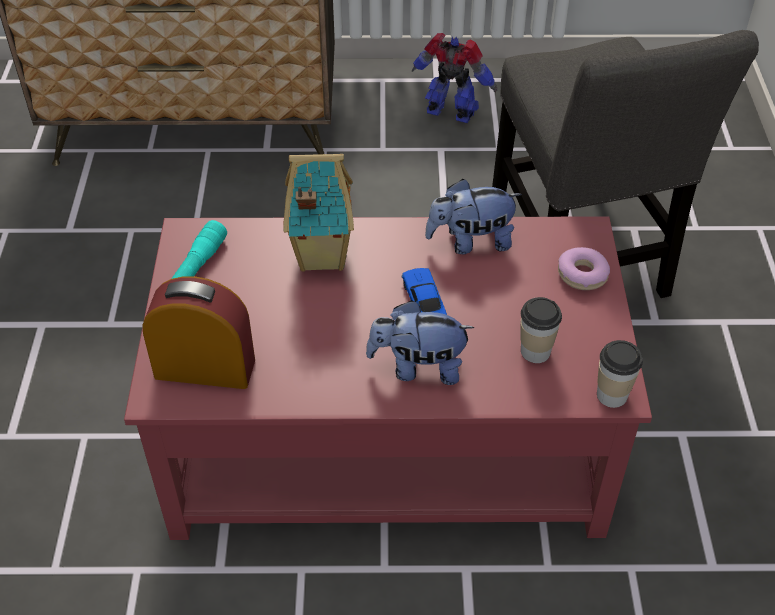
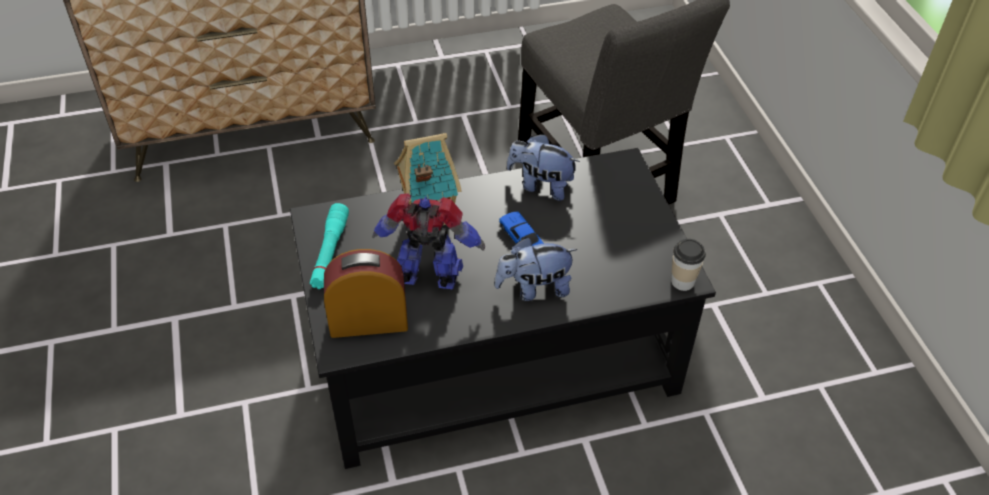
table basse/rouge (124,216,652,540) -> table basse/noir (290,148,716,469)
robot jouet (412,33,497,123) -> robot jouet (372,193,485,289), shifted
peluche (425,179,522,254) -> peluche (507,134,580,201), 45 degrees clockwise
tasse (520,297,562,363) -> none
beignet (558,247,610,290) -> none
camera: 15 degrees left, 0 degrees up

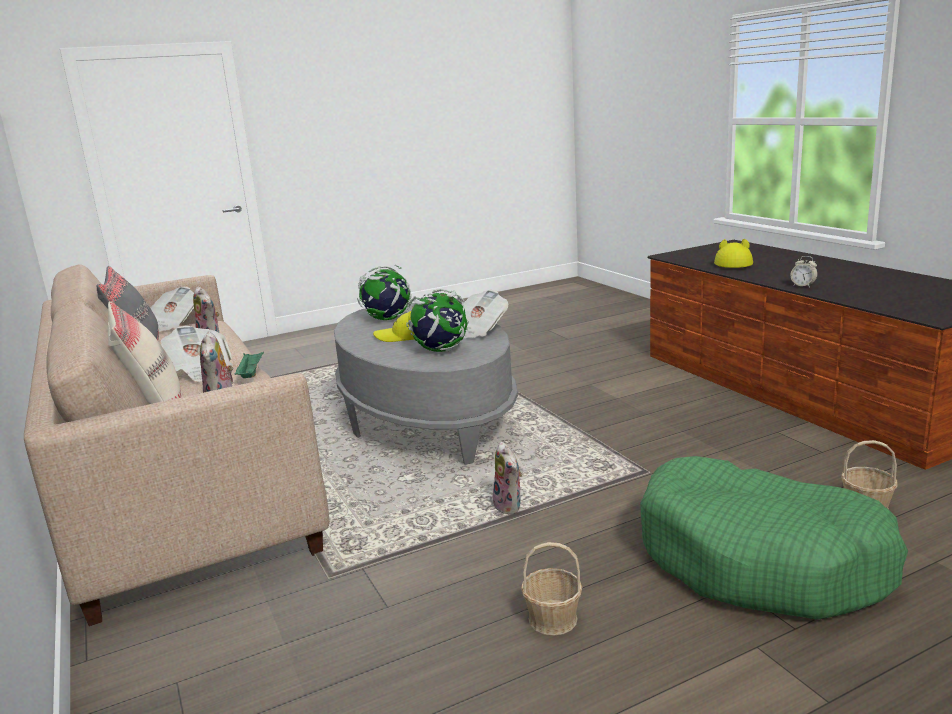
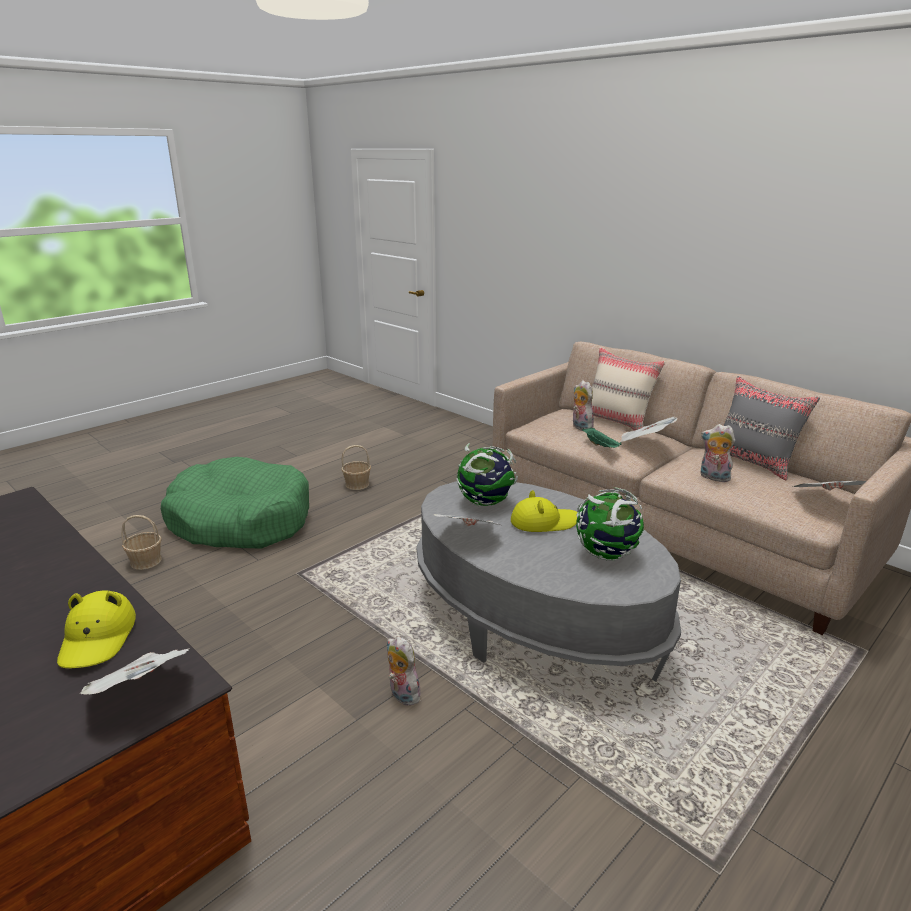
none -> journal (80,648,190,695)
peluche (493,442,522,514) -> peluche (387,636,421,706), shifted
réveil (791,256,818,288) -> none
camera: 160 degrees right, 5 degrees up

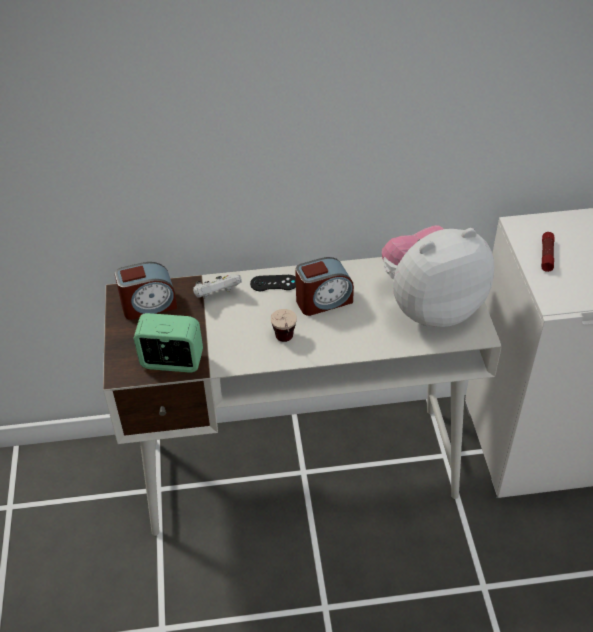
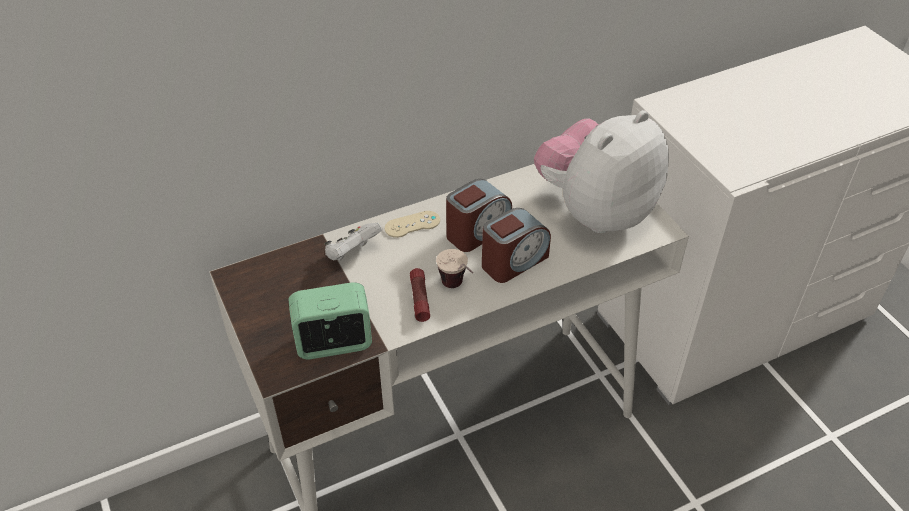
manette/noir (250,275,296,291) -> manette/beige (385,211,440,238)
lampe de poche (542,232,554,272) -> lampe de poche (410,268,430,322), shifted
réveil (115,262,178,320) -> réveil (482,208,551,283), shifted
camera: 20 degrees left, 0 degrees up

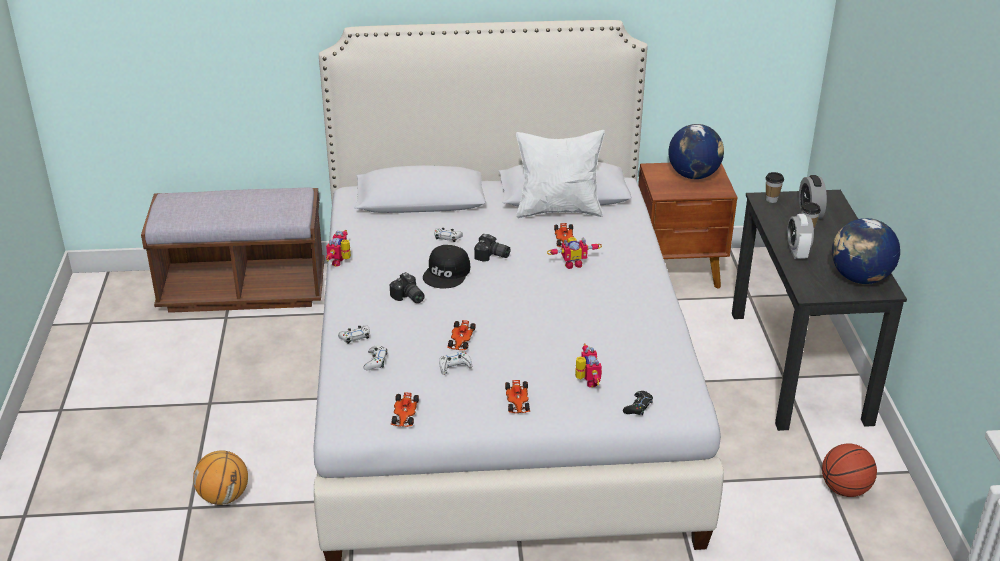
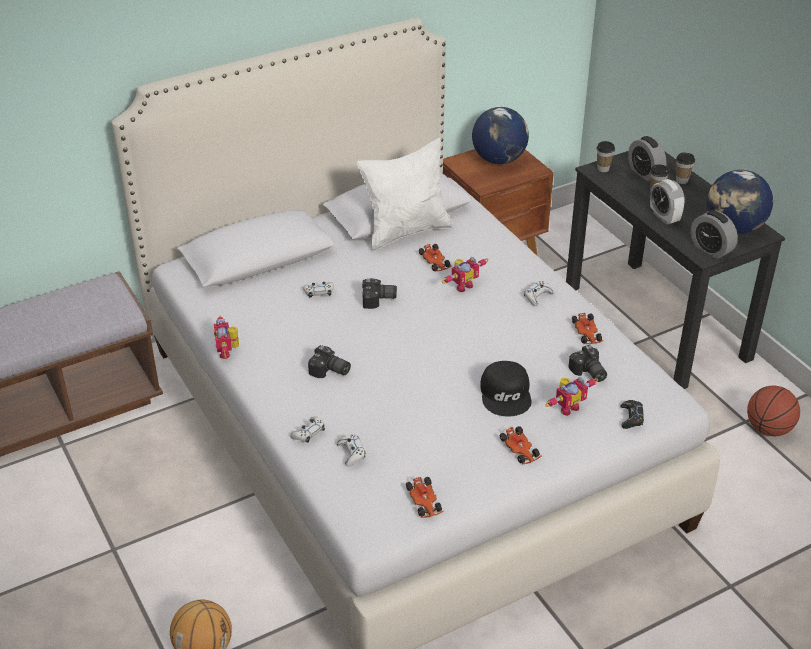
casquette/noir (423,245,470,288) -> casquette/noir (480,361,532,417), shifted
manette/blanc (439,352,472,375) -> manette/blanc (524,281,553,306), shifted
robot jouet (575,343,602,388) -> robot jouet (545,377,598,416), 90 degrees clockwise
none -> appareil photo (568,345,607,382)
petite voiture (447,320,476,350) -> petite voiture (572,313,603,344), shifted
none -> tasse (676,152,695,184)
none -> réveil (691,210,738,259)
camera: 25 degrees left, 5 degrees up

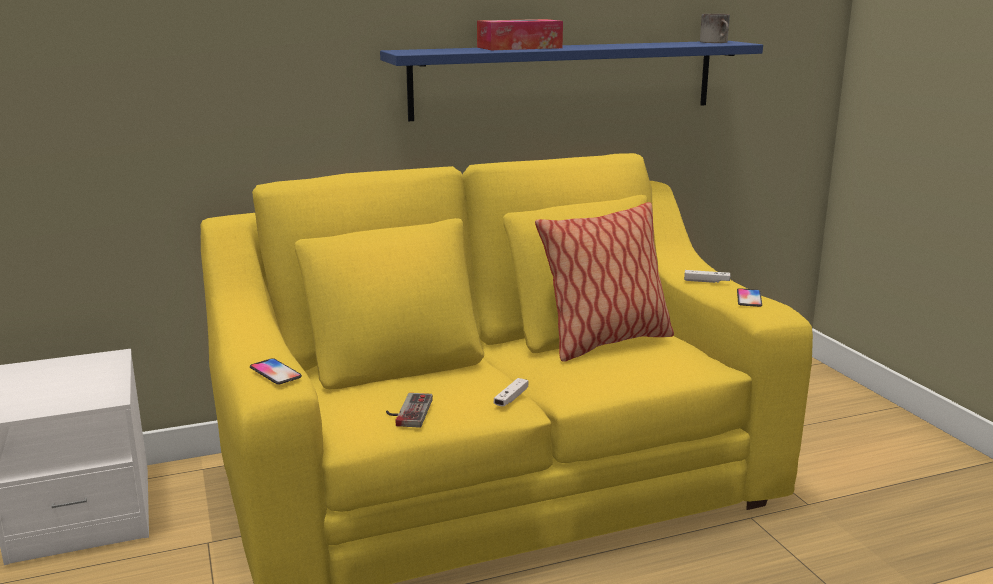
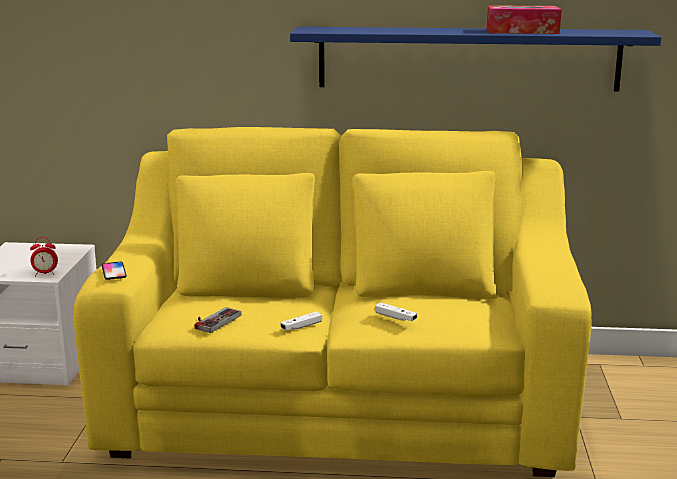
none -> réveil (30,237,58,277)
manette/blanc (684,270,730,283) -> manette/blanc (375,302,417,321), shifted
boîte à mouchoirs (477,19,563,50) -> boîte à mouchoirs (486,5,562,34), shifted
coussin (535,202,674,362) -> none
mug (700,14,730,43) -> none
téléphone (737,288,762,307) -> none
camera: 25 degrees right, 0 degrees up

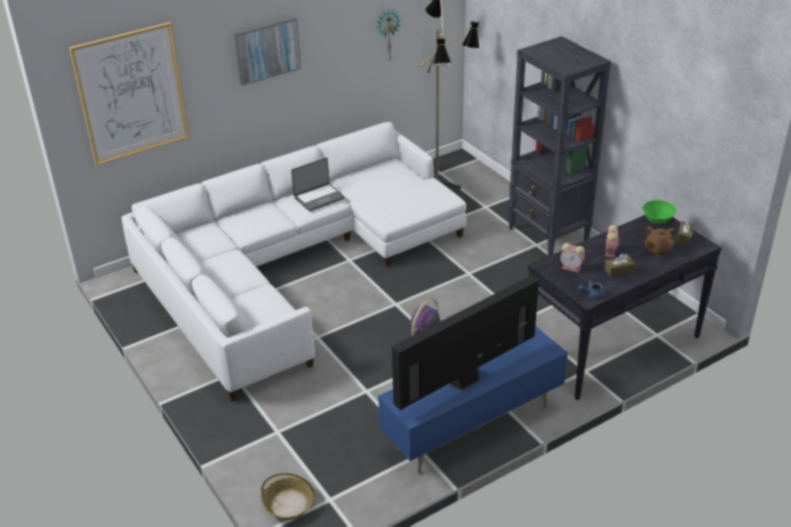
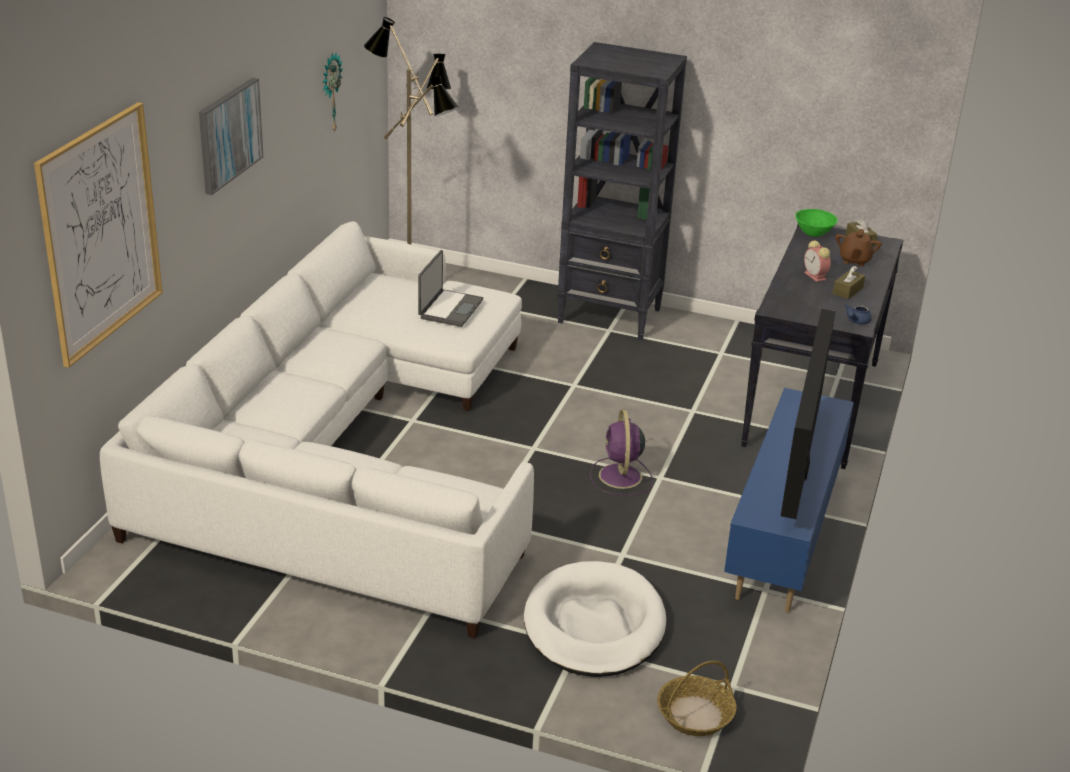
ordinateur portable (291,157,345,211) -> ordinateur portable (418,250,483,327), shifted
none -> panier pour chien/blanc (524,561,666,677)
réveil (560,243,585,273) -> none
camera: 40 degrees left, 5 degrees down

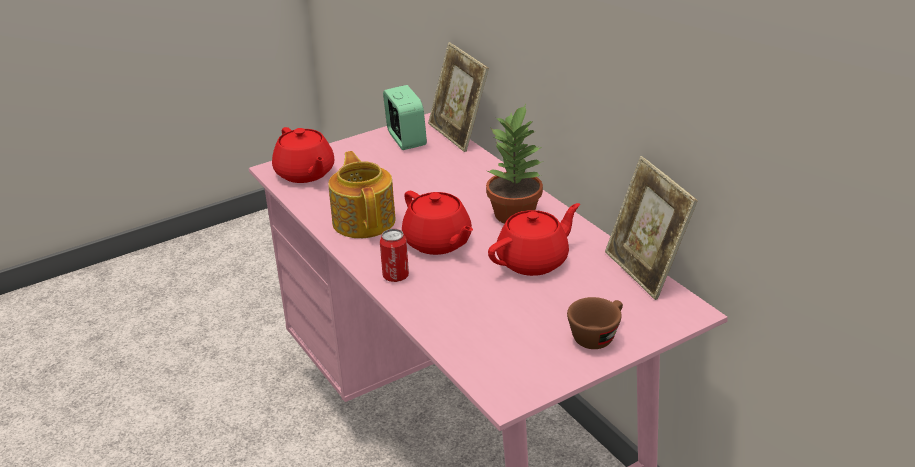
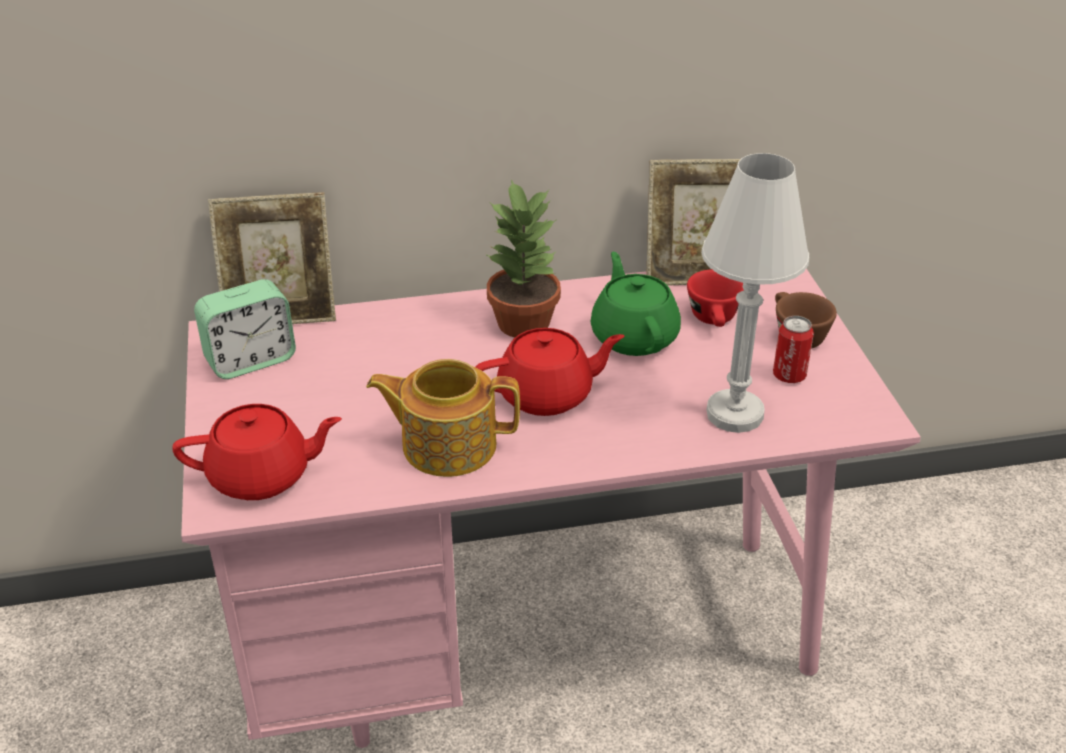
réveil (383,85,427,150) -> réveil (194,279,296,379), 150 degrees clockwise
théière/rouge (488,203,580,276) -> théière/vert (590,252,681,356)
none -> tasse/rouge (687,269,743,327)
none -> lampe de table/blanc (701,153,809,433)
boîte métallique (380,229,409,282) -> boîte métallique (773,316,814,383), shifted
camera: 70 degrees left, 5 degrees up

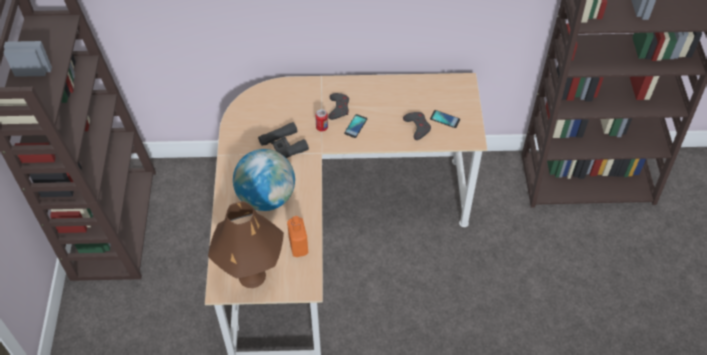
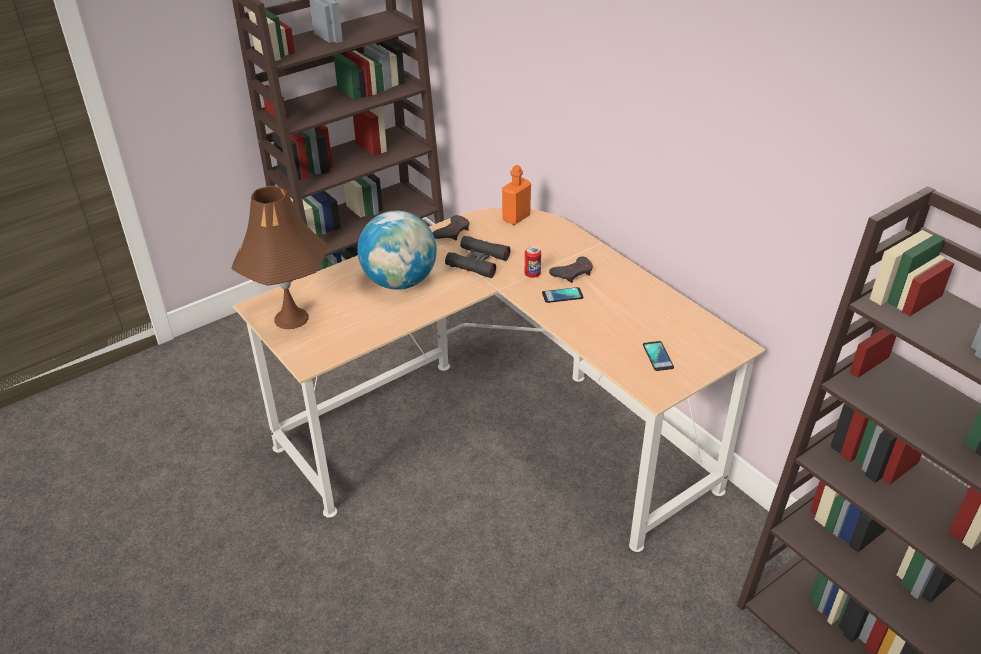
manette/gris (403,112,431,140) -> manette/gris (432,215,469,240), shifted
bouteille/orange (287,216,308,257) -> bouteille/orange (502,165,531,225), shifted
camera: 55 degrees right, 15 degrees down

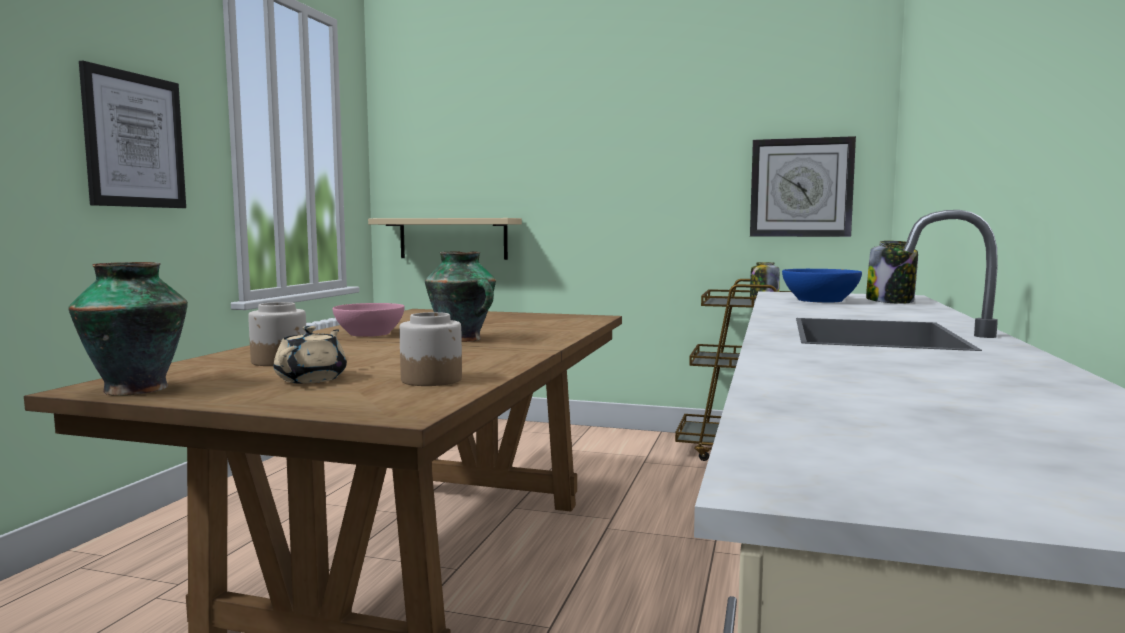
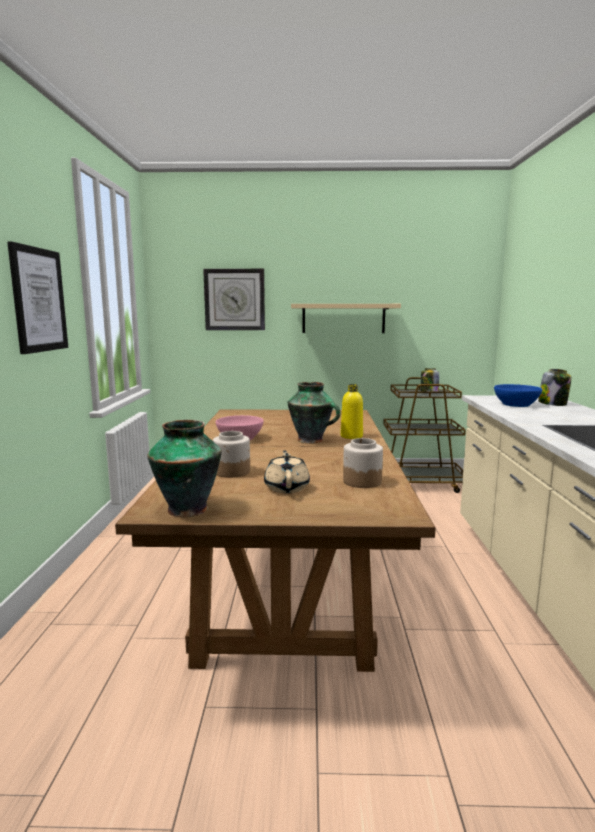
horloge murale (750,136,856,237) -> horloge murale (203,269,265,330), shifted
étagère/beige (368,218,522,260) -> étagère/beige (291,304,401,333), shifted
none -> bouteille/jaune (340,384,363,439)
camera: 15 degrees left, 5 degrees up

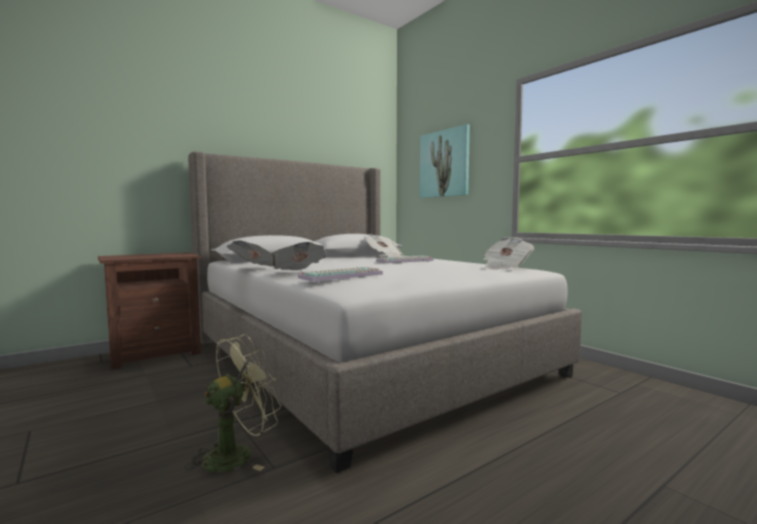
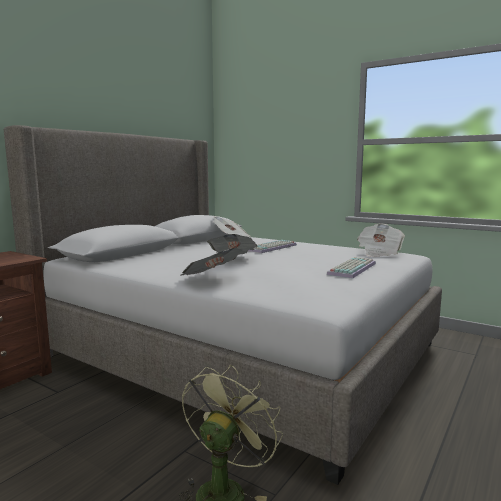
journal (227,241,275,267) -> journal (207,234,257,254), shifted
clavier (298,267,383,282) -> clavier (327,257,376,278), shifted
tableau (420,124,470,198) -> none
camera: 20 degrees left, 5 degrees up

